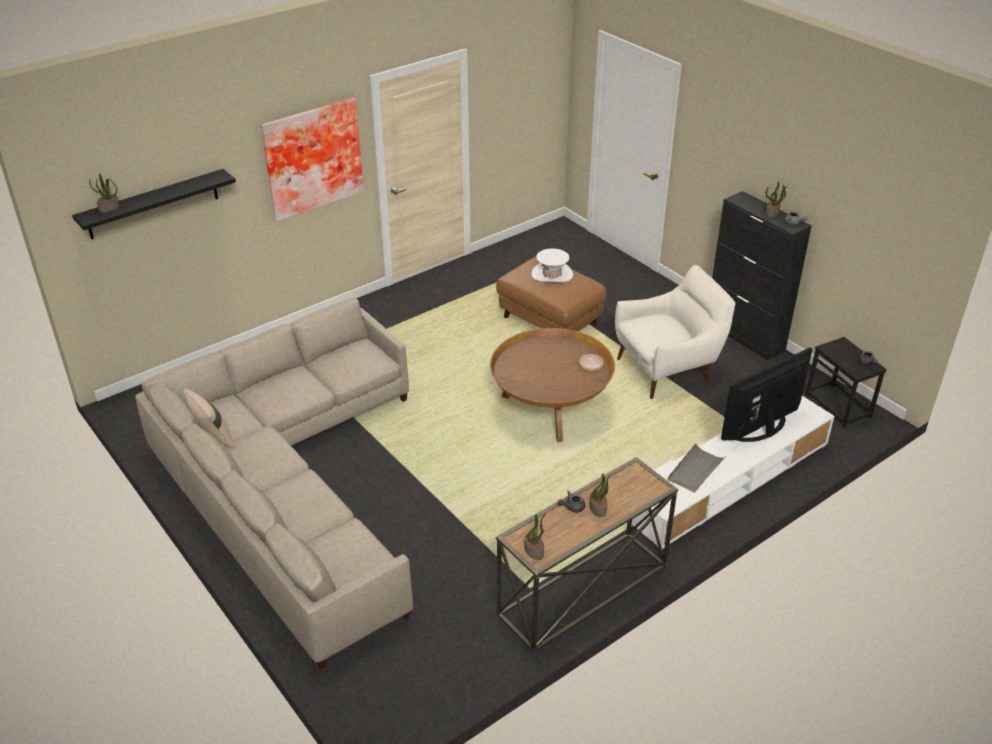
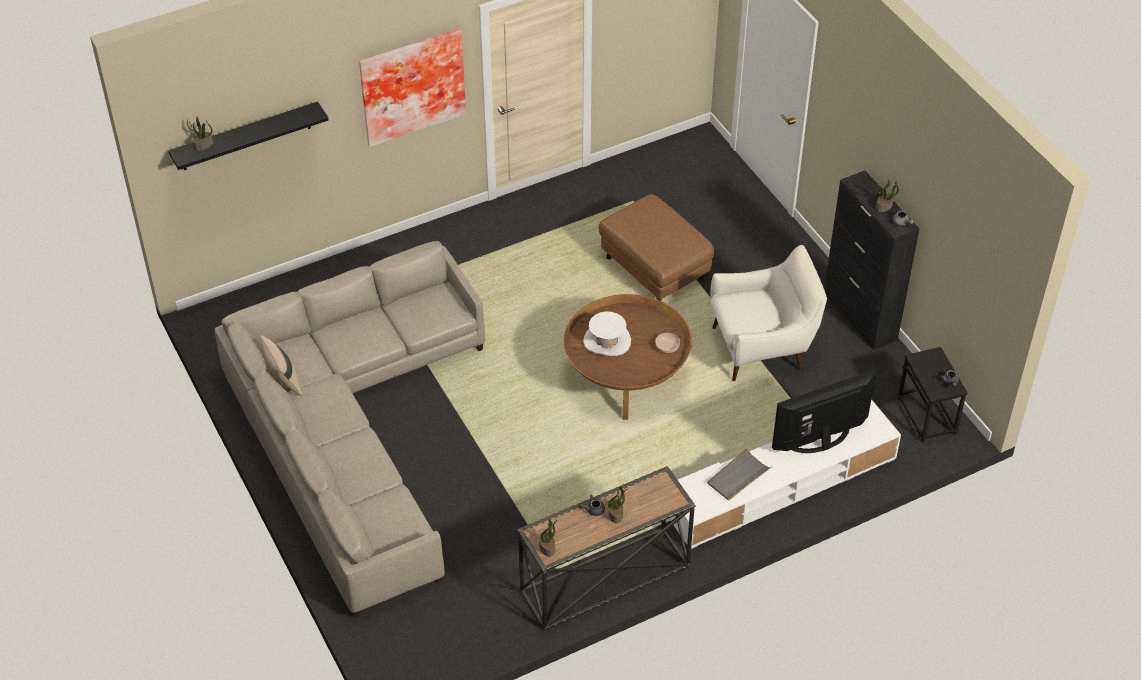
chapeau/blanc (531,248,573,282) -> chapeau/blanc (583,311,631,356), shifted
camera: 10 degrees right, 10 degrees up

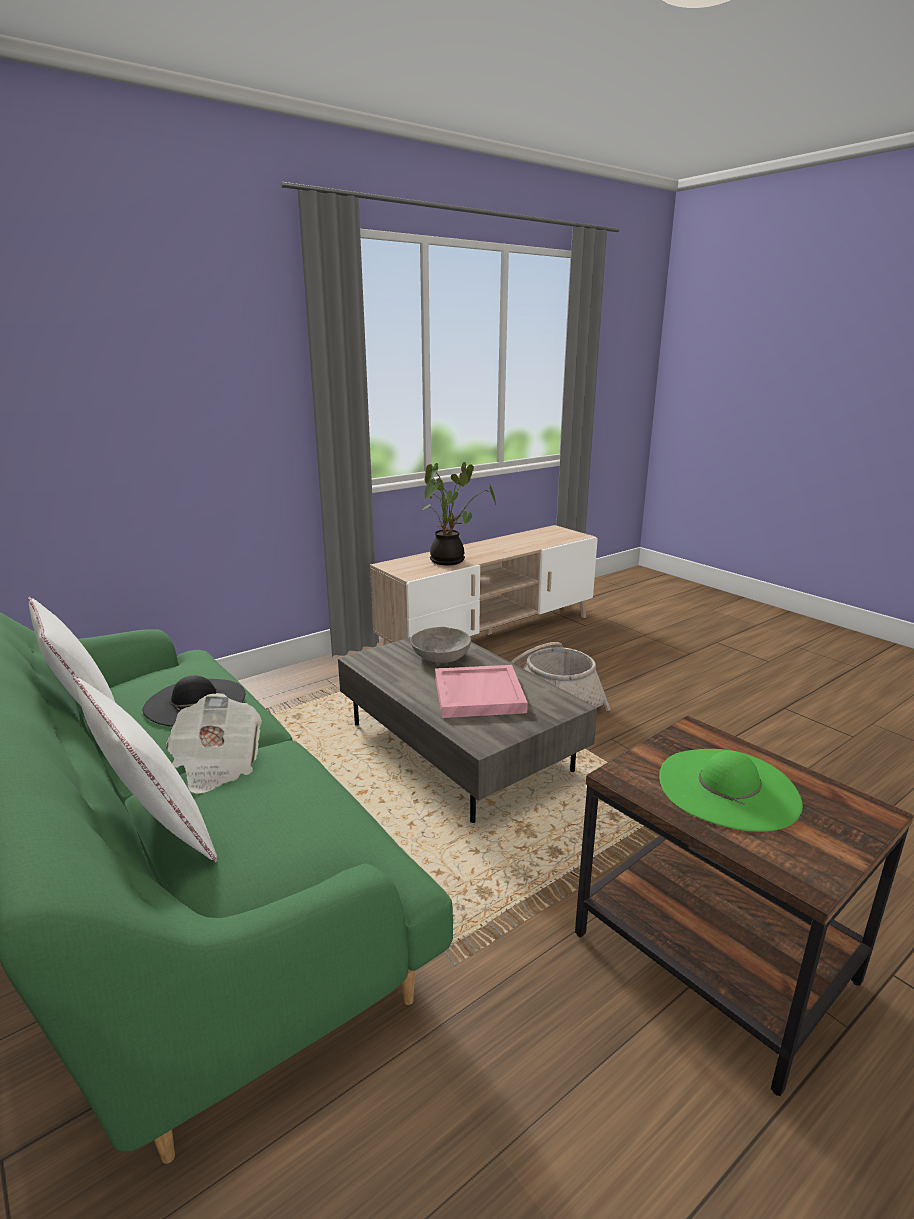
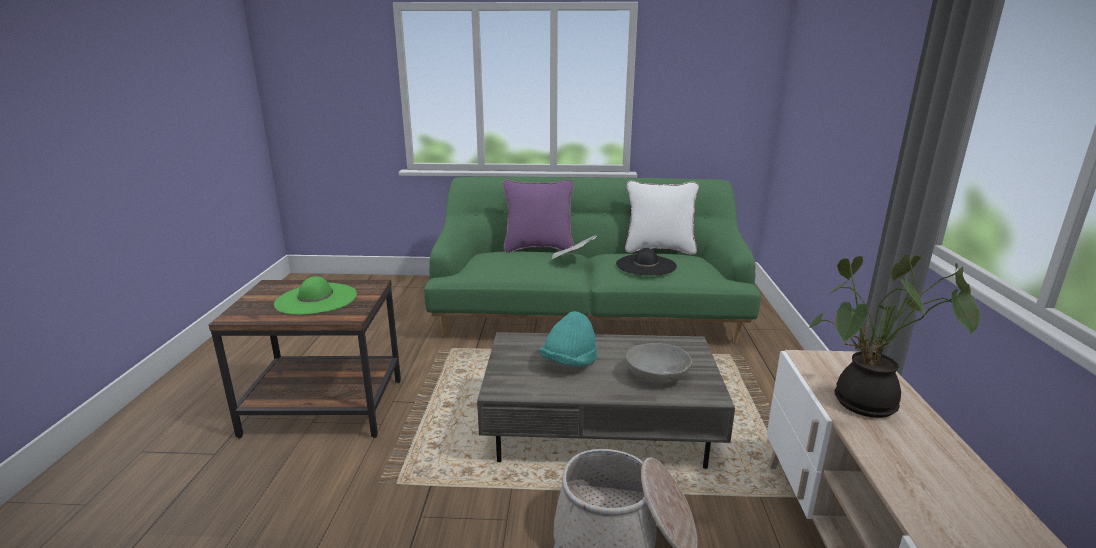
coussin/blanc (73,676,218,862) -> coussin/violet (503,180,574,253)
plateau/rose (435,665,528,718) -> chapeau/turquoise (539,311,597,367)
camera: 130 degrees right, 0 degrees up

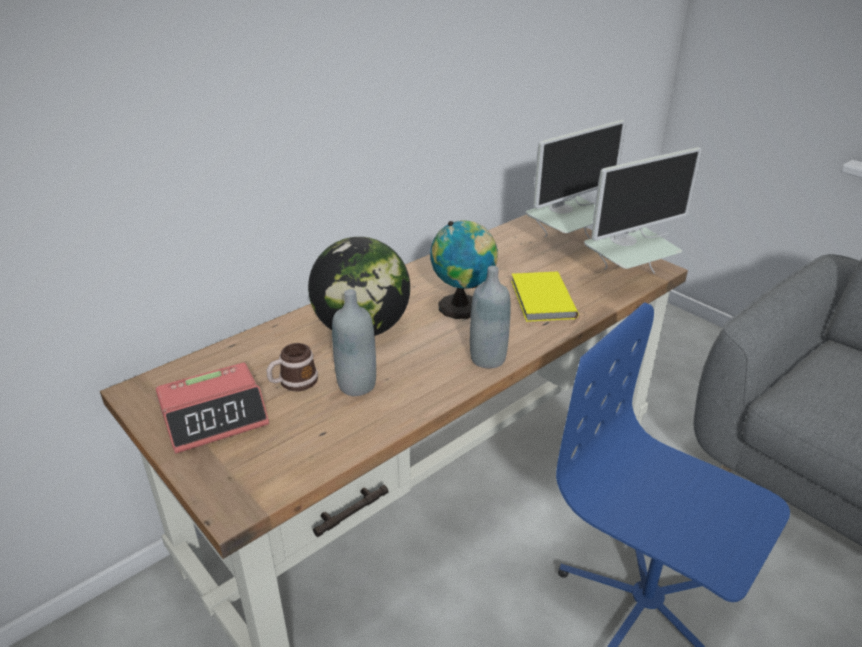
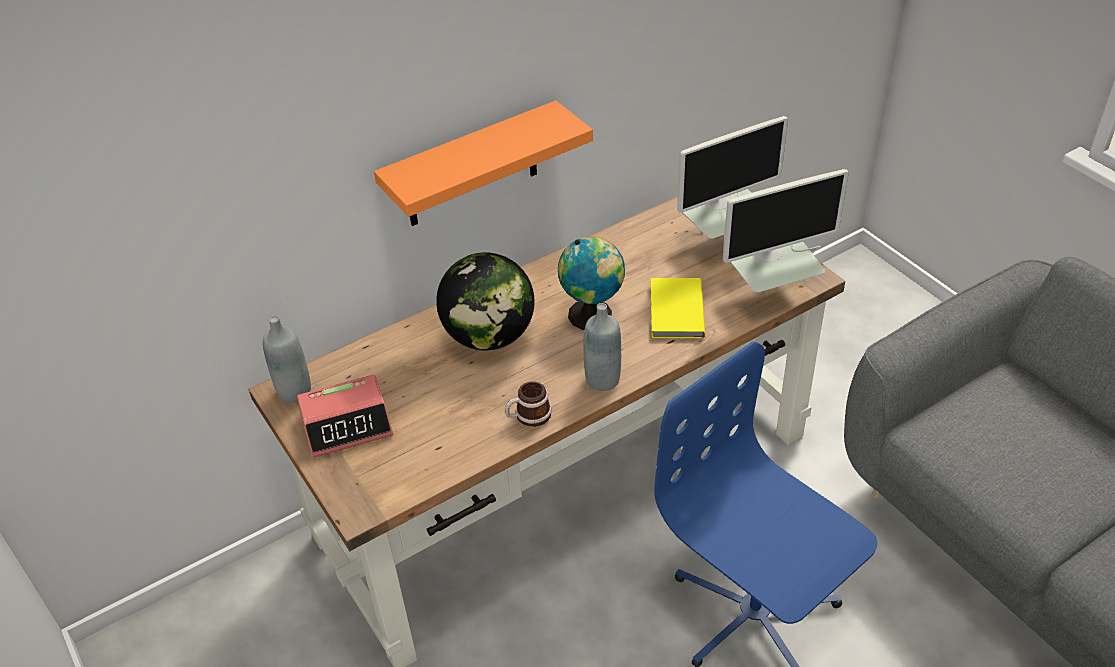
bouteille/gris (332,289,376,396) -> bouteille/gris (263,316,311,403), shifted
none -> étagère/orange (374,100,593,226)
mug (266,343,318,391) -> mug (505,381,552,427), shifted
camera: 10 degrees right, 10 degrees up

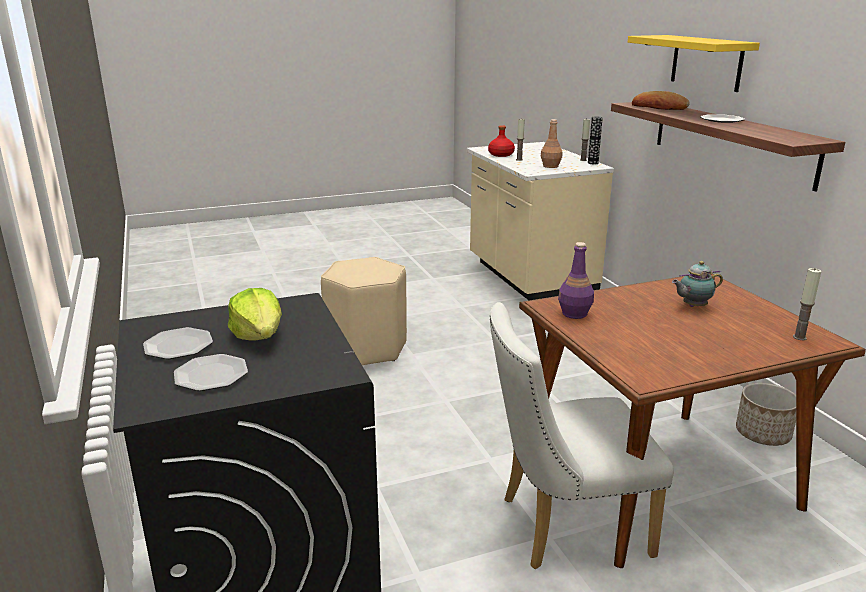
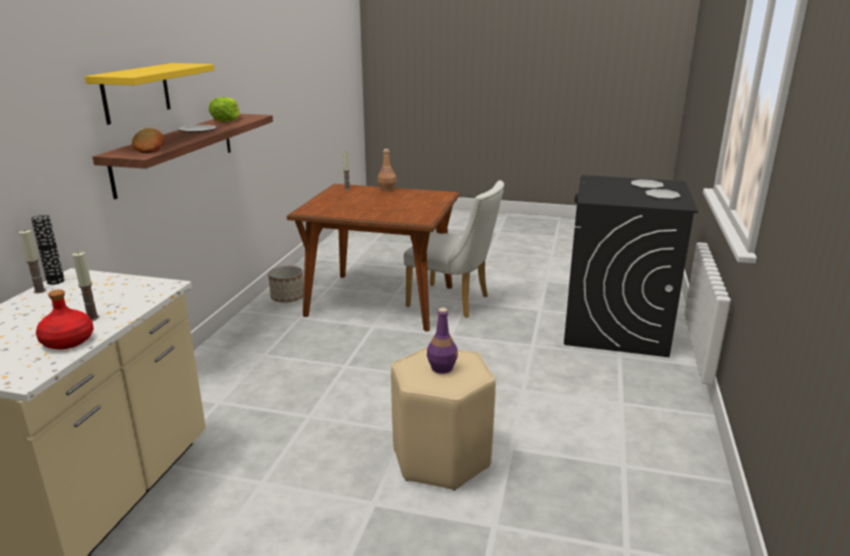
laitue (228,288,282,341) -> laitue (209,97,239,122), shifted
bouteille/marron (541,119,562,168) -> bouteille/marron (378,149,397,191), shifted
bouteille/violet (558,242,594,319) -> bouteille/violet (427,308,458,374), shifted
théière (672,261,723,307) -> none
camera: 145 degrees left, 0 degrees up

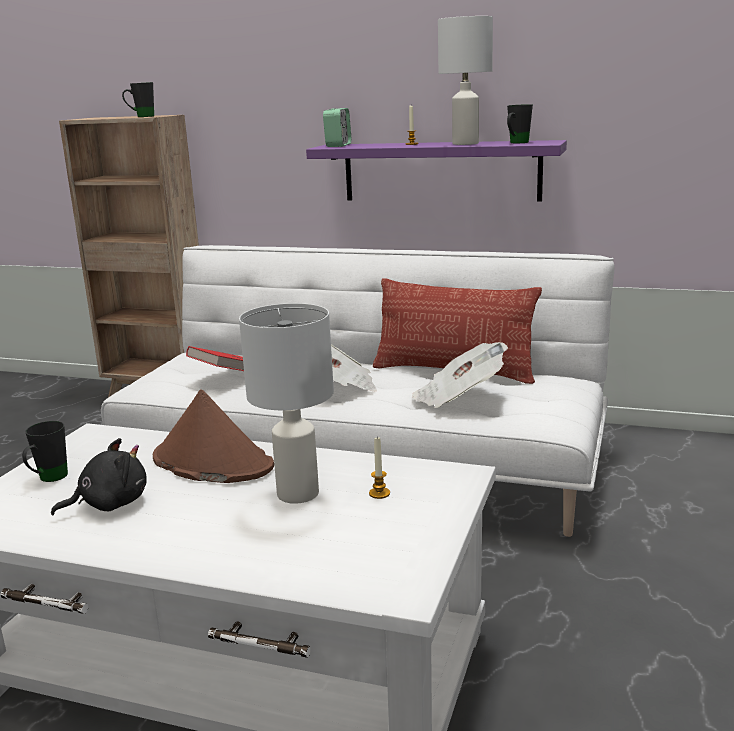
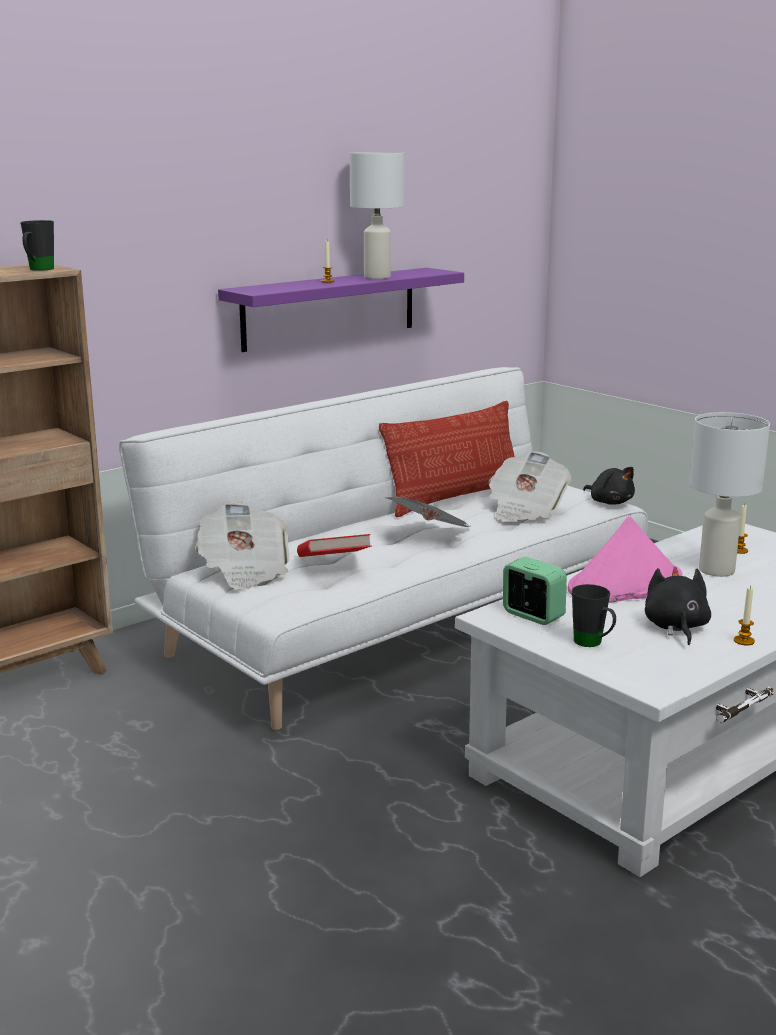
none -> journal (195,502,289,590)
réveil (323,108,351,147) -> réveil (503,557,567,625), shifted
chapeau/marron (153,389,274,483) -> chapeau/rose (568,516,682,603)
none -> peluche/noir (583,467,635,505)
none -> bougie (734,586,755,646)
mug/noir (507,104,533,143) -> none
camera: 60 degrees left, 0 degrees up

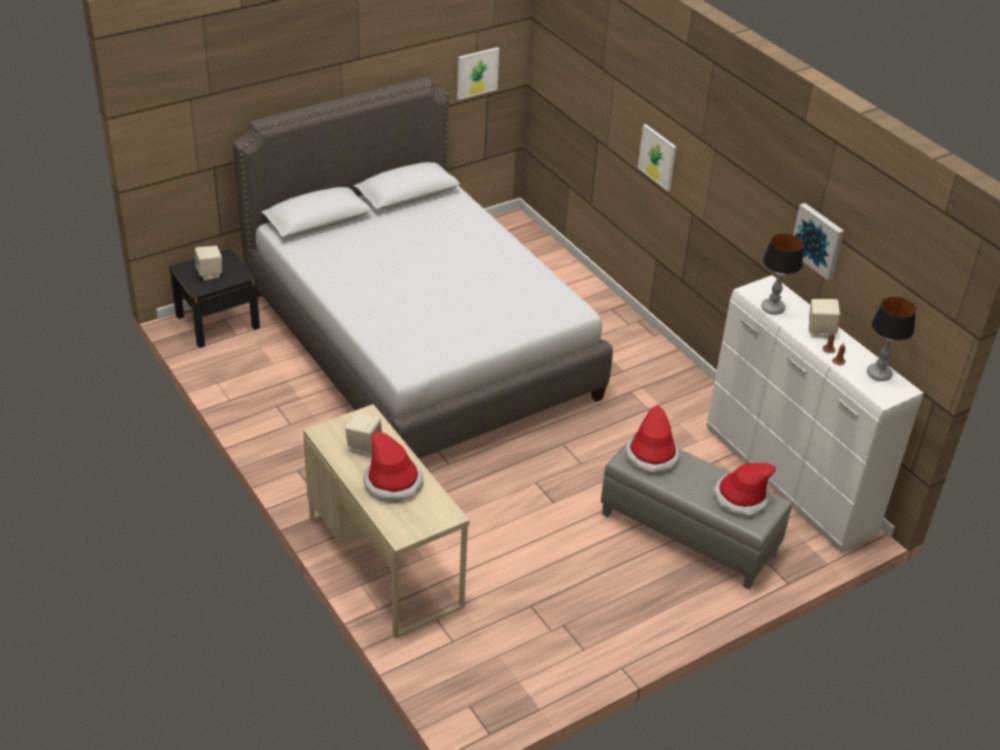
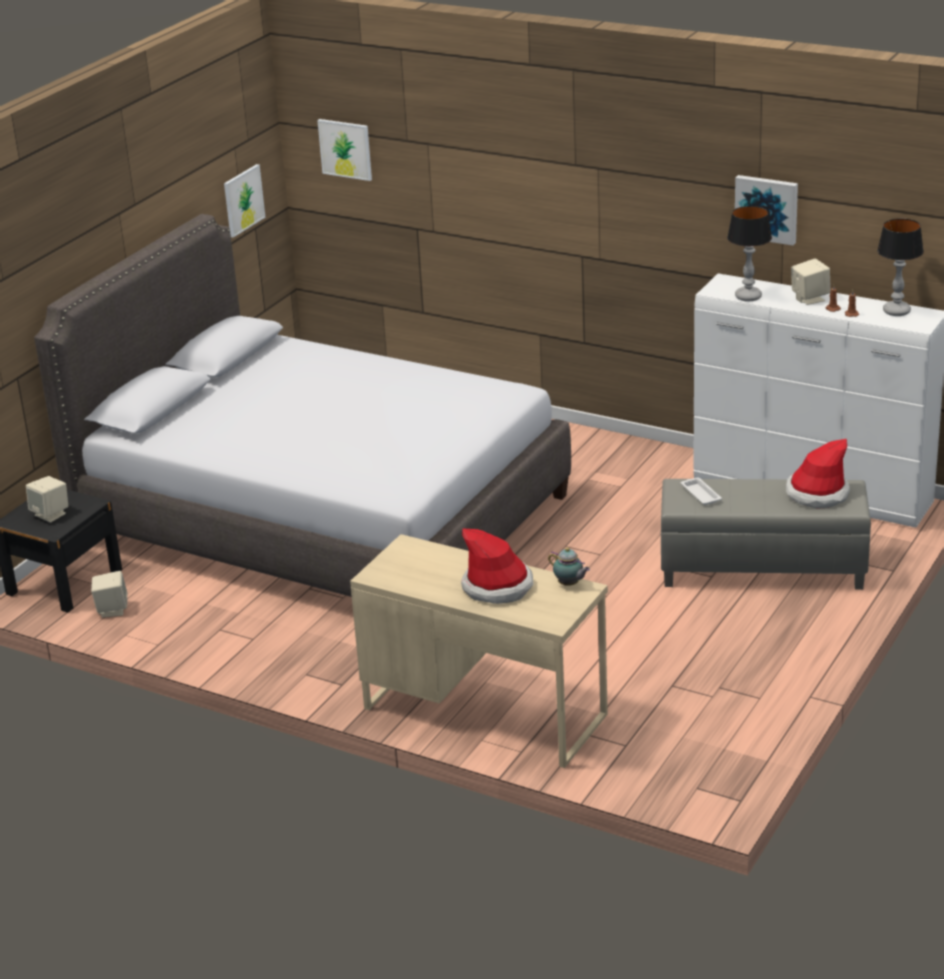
enceinte/beige (345,413,382,457) -> enceinte/beige (91,571,127,618), shifted
tableau (638,124,676,191) -> tableau (317,119,372,181), shifted
none -> théière (548,548,590,586)
chapeau (625,405,680,473) -> plateau/blanc (680,477,722,505)
camera: 25 degrees left, 10 degrees down

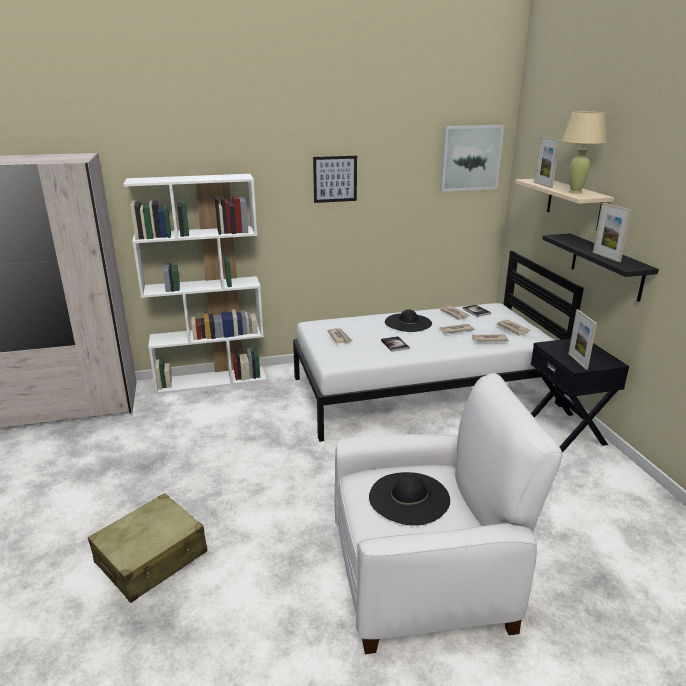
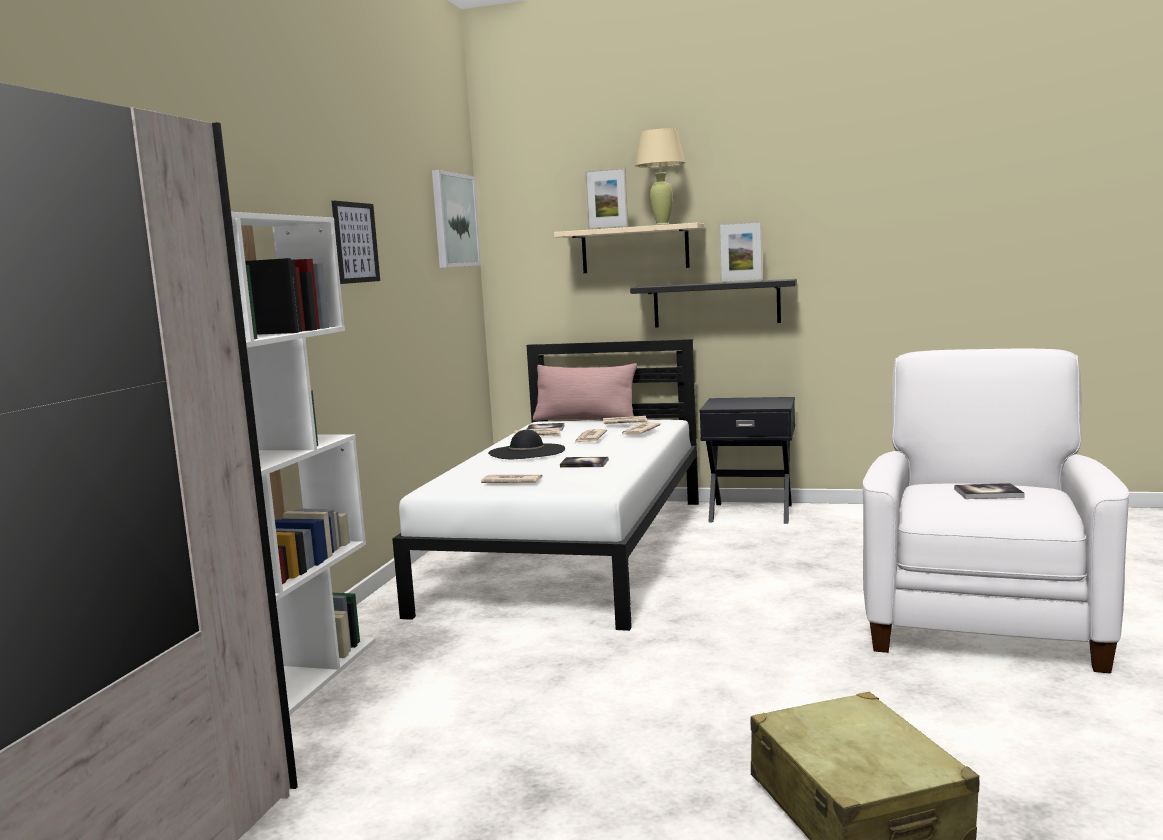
none -> coussin/rose (533,363,637,421)
chapeau/noir (369,472,450,526) -> livre (954,483,1025,499)
cadre photo (568,310,597,370) -> none
camera: 60 degrees left, 15 degrees down

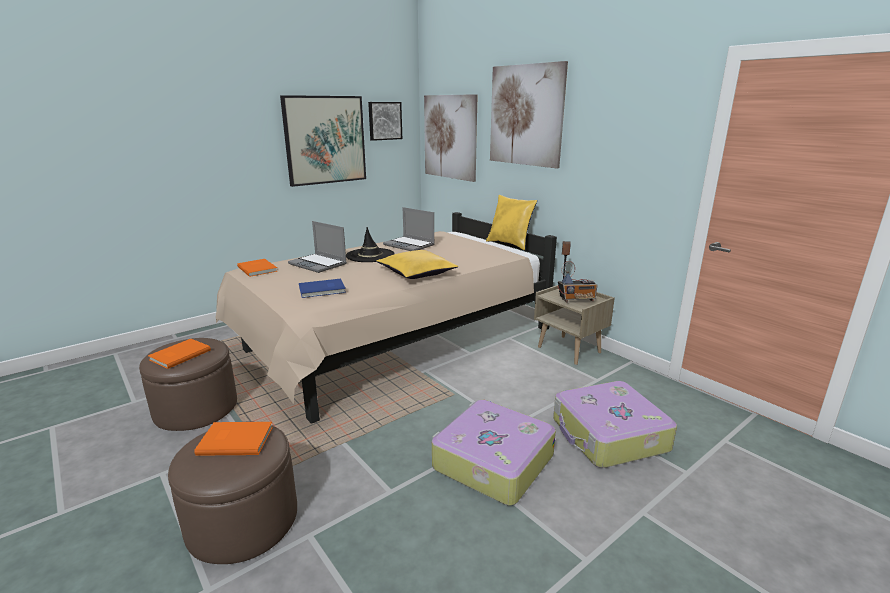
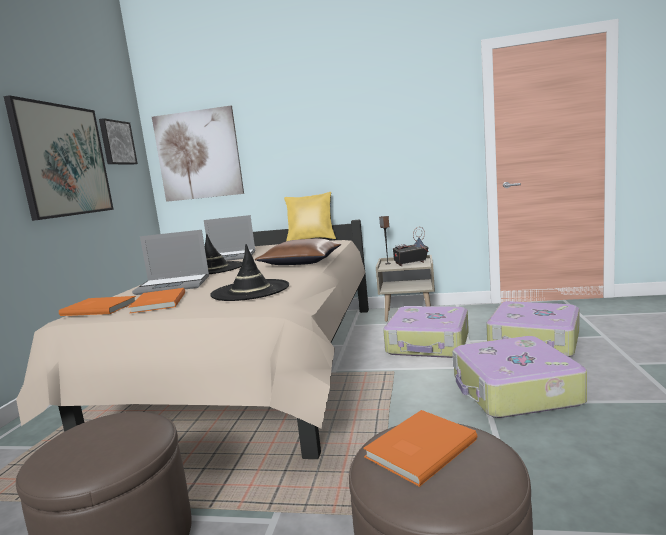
livre/orange (148,339,211,369) -> livre/orange (128,288,185,313), shifted
livre/bleu (299,279,346,298) -> chapeau/noir (210,244,289,301)
coussin/jaune (376,250,458,279) -> coussin/marron (255,238,341,265)
none -> valise (383,306,469,358)
radio (558,261,597,302) -> radio (393,227,429,266), 150 degrees counterclockwise
tableau (490,61,568,169) -> none
camera: 40 degrees left, 10 degrees down

